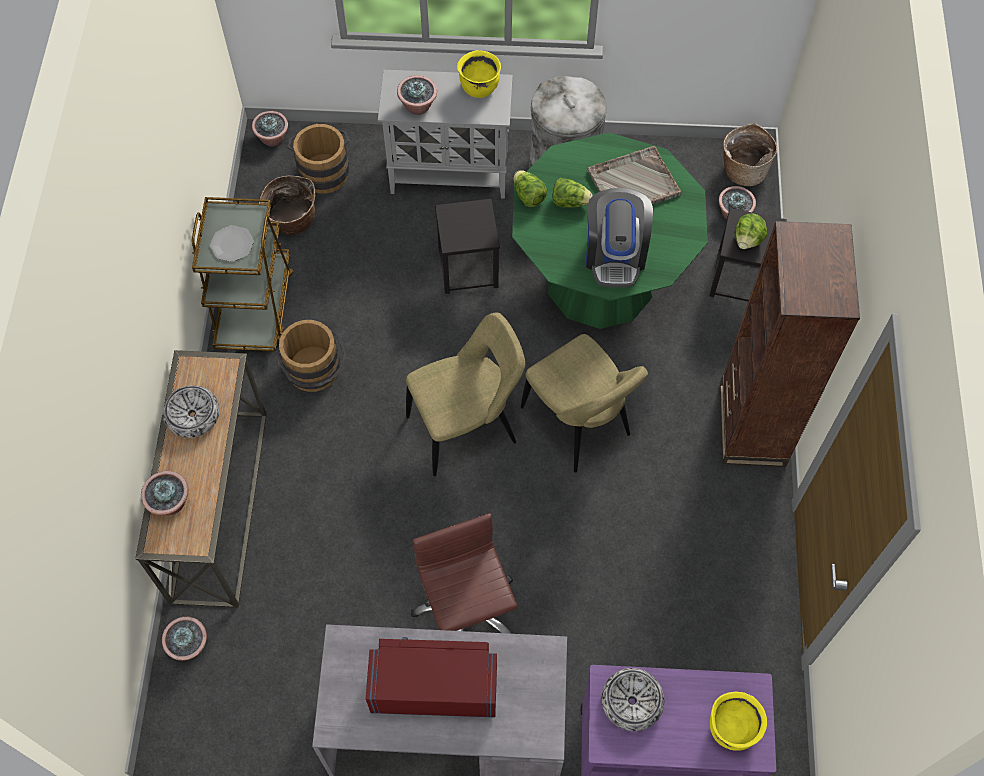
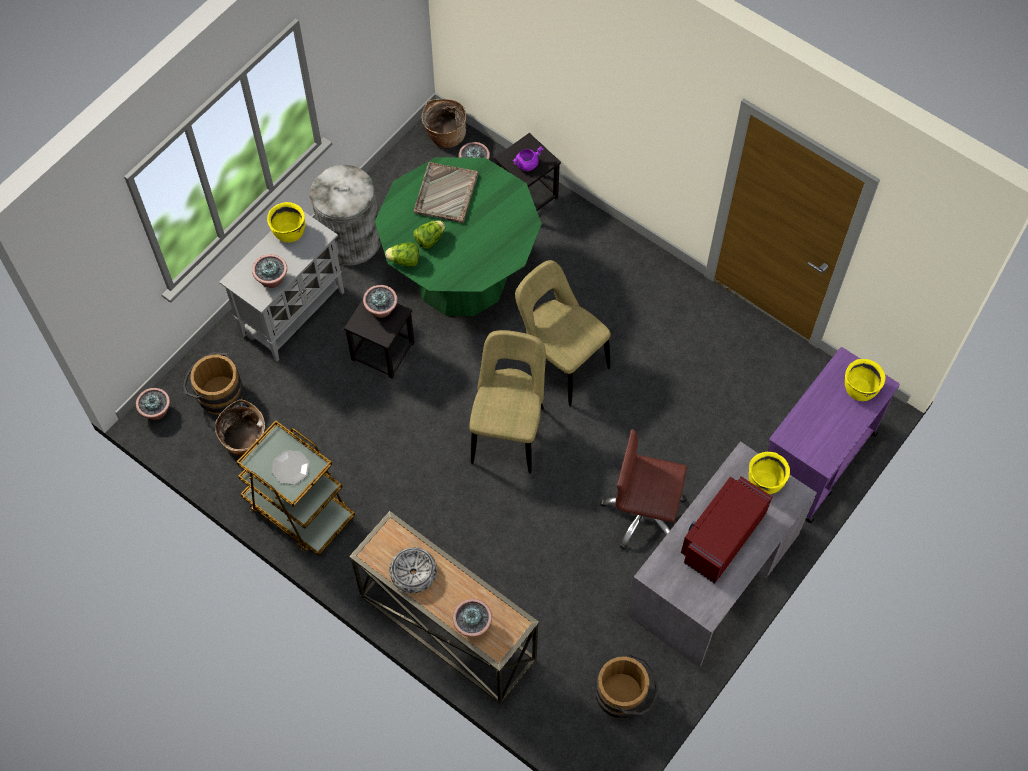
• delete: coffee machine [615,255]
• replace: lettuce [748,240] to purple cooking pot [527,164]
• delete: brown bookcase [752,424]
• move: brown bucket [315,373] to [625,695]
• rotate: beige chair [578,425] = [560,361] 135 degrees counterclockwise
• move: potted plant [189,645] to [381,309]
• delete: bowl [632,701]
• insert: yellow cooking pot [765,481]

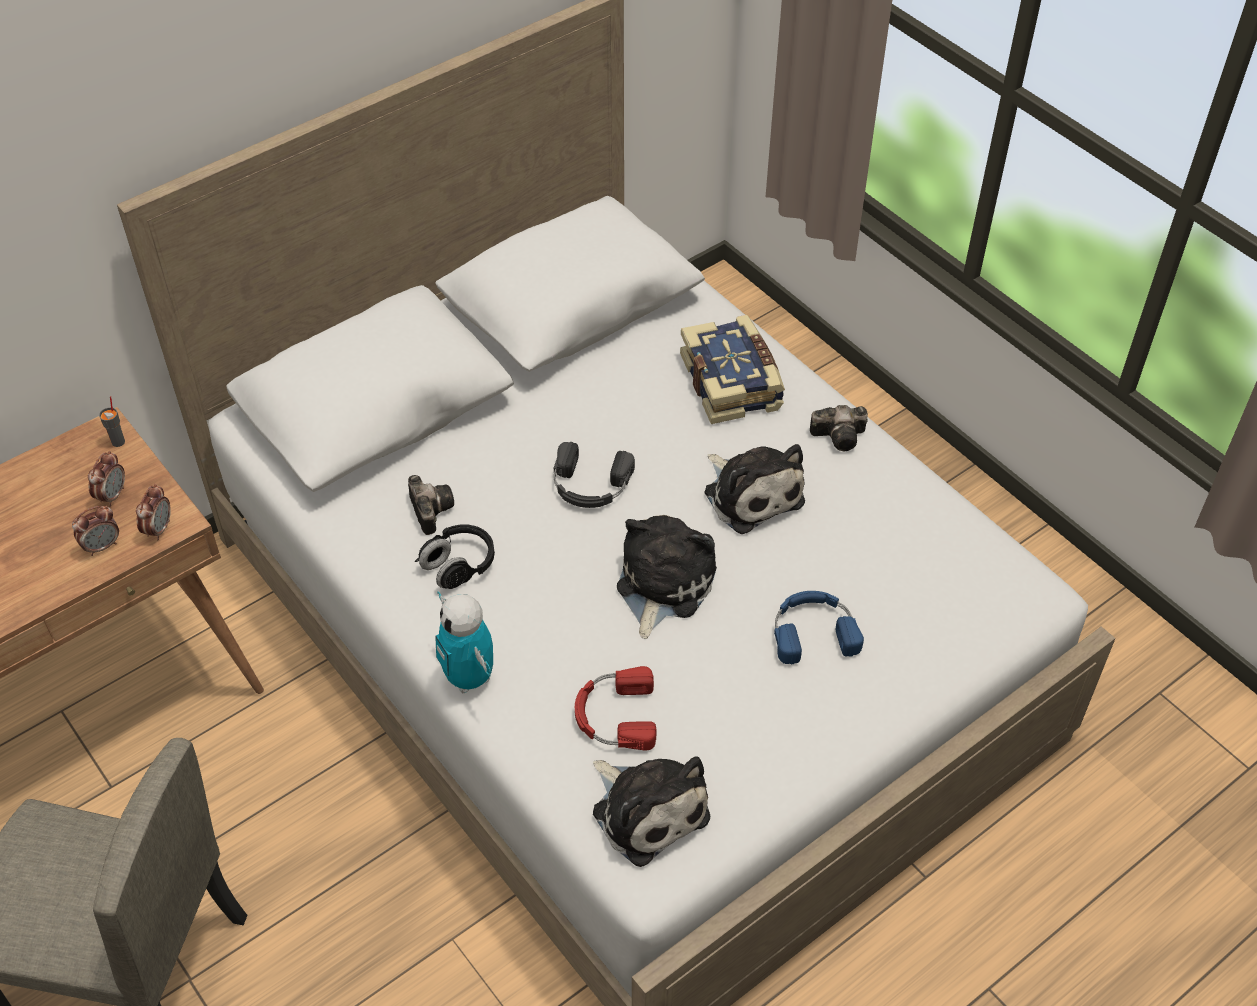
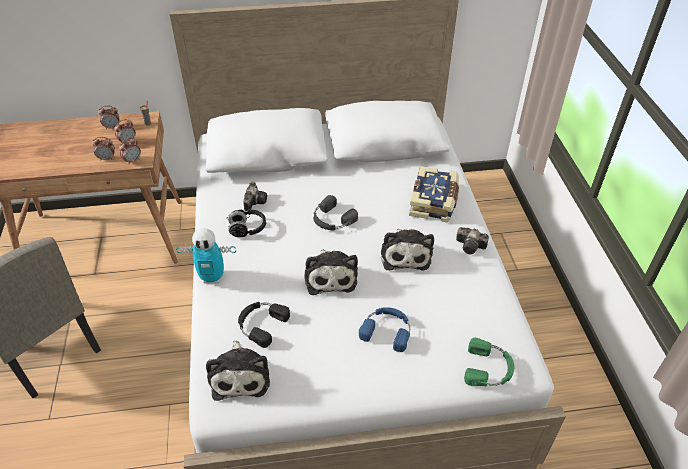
• rotate: plush toy [662,584] = [330,276] 120 degrees clockwise
• rotate: toy robot [469,678] = [212,278] 90 degrees counterclockwise
• recolor: red headphones [614,715] to black headphones [261,324]
• insert: alarm clock [112,127]
• insert: green headphones [489,368]

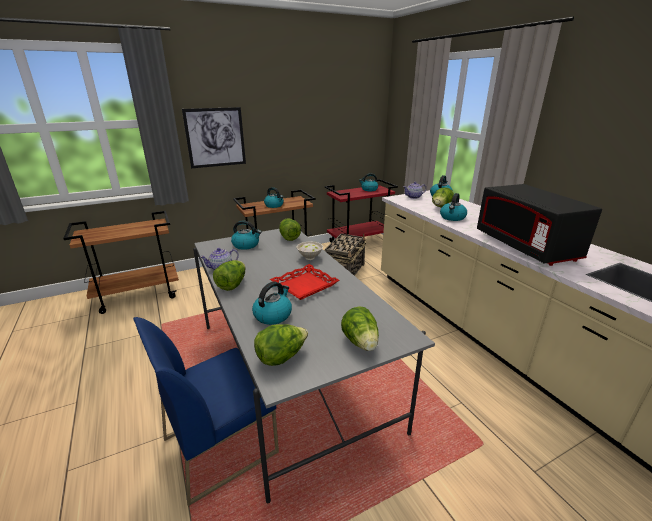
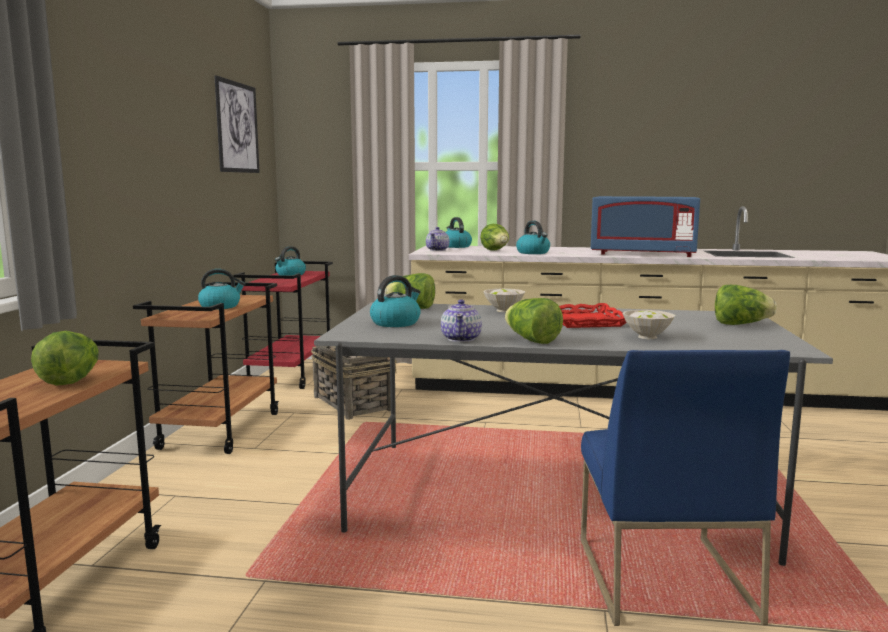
• move: picture [215,137] to [237,127]
• recolor: black microwave [525,247] to blue microwave [643,254]
• replace: kettle [273,315] to white bowl [647,337]
• move: lettuce [281,357] to [70,380]

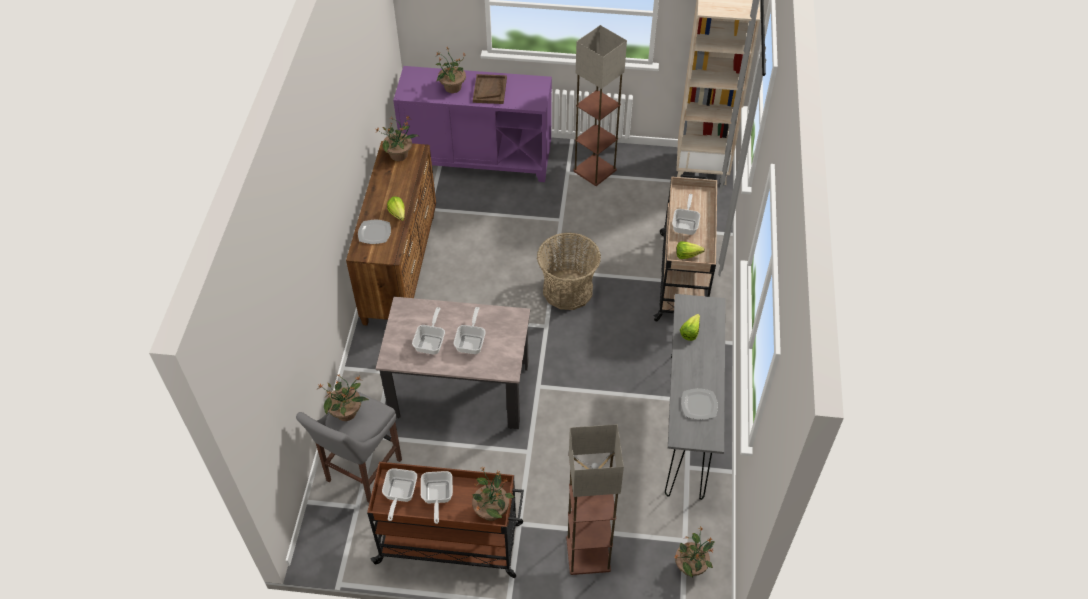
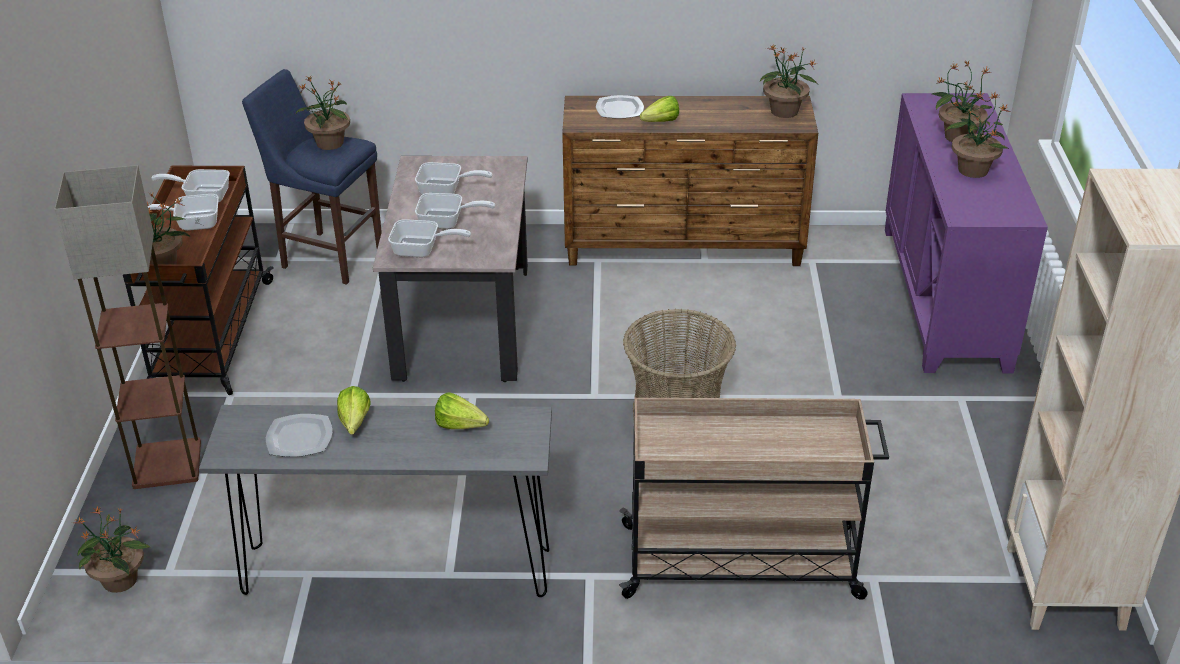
• delete: floor lamp [594,170]
• replace: brown tray [489,90] to potted plant [972,169]
• move: frying pan [686,224] to [421,250]
• move: lettuce [689,255] to [353,426]
• recolor: grey stool [361,473] to blue stool [328,256]

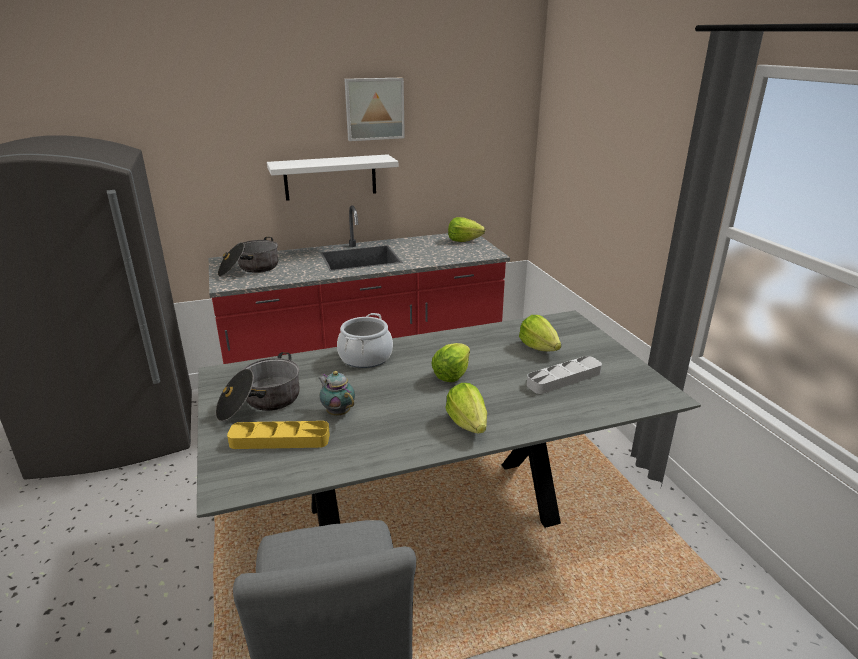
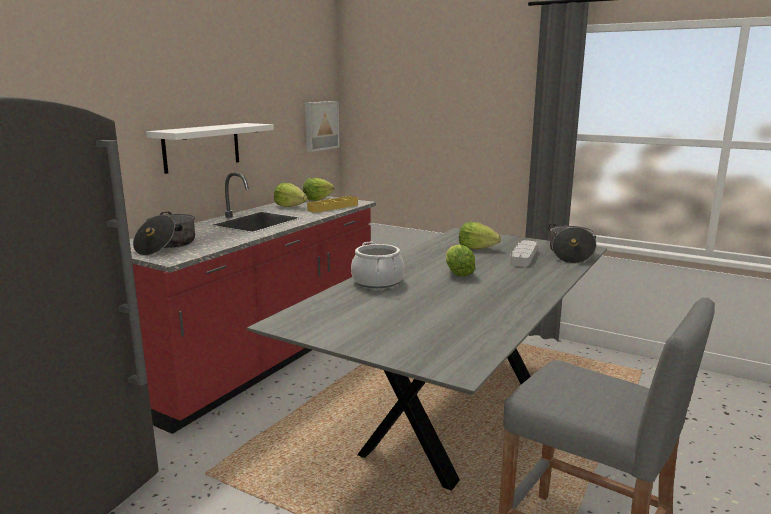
• move: picture [374,109] to [320,125]
• move: cooking pot [260,403] to [570,254]
• delete: teapot [338,412]
• move: lettuce [468,424] to [290,206]
• move: yellow tray [280,440] to [333,207]

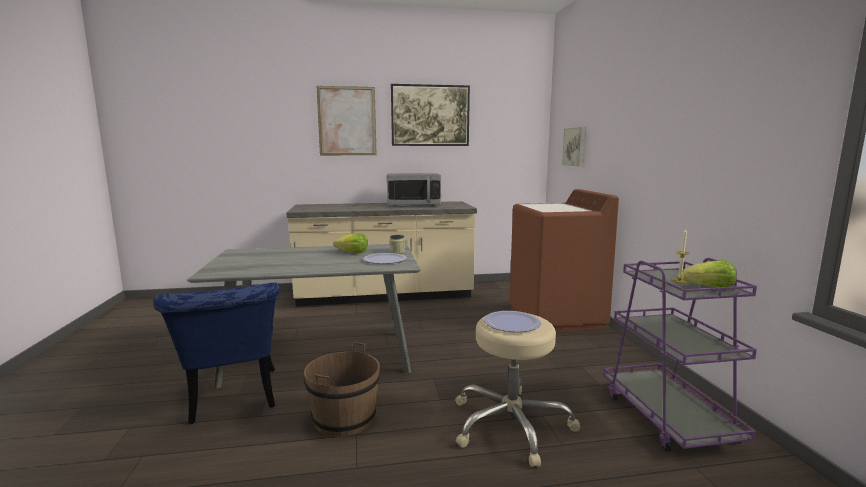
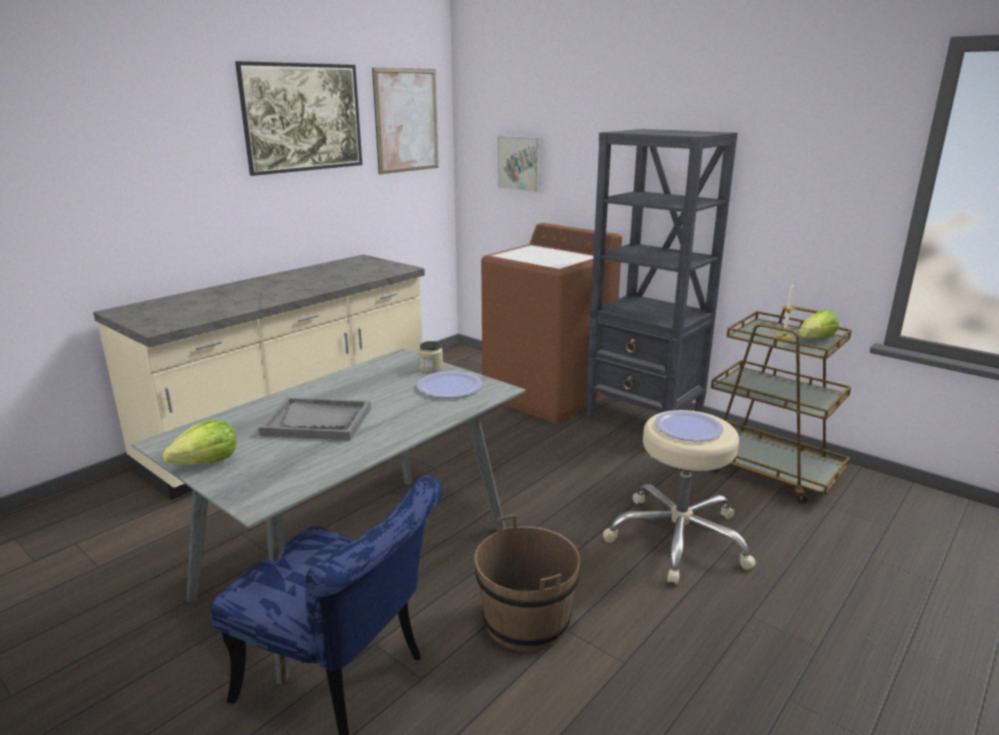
• move: picture [347,121] to [407,120]
• delete: microwave [413,204]
• move: lettuce [353,253] to [207,462]
• recolor: purple cart [668,417] to brown cart [767,471]
• insert: black bookcase [644,420]
• insert: grey tray [318,421]

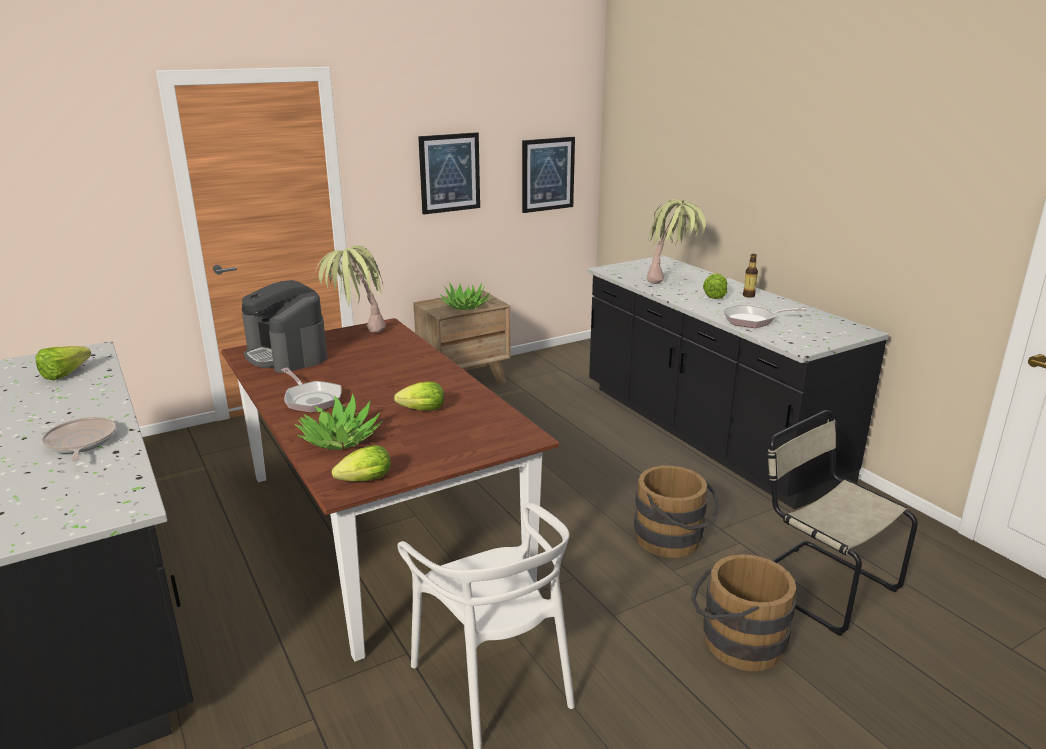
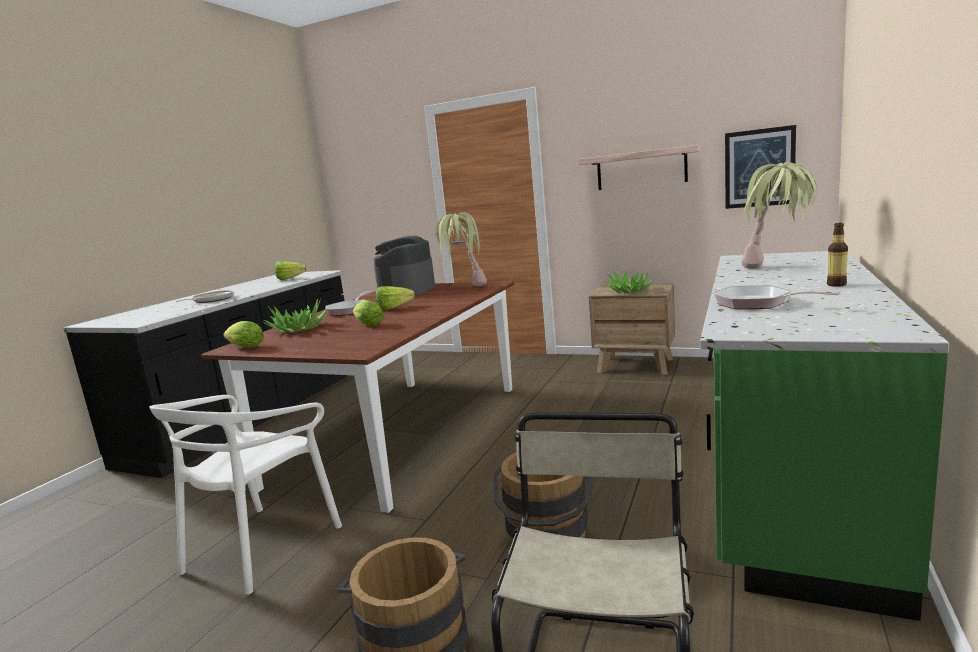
• replace: picture [449,173] to shelf [641,169]
• recolor: black counter [705,433] to green counter [788,473]
• move: lettuce [716,294] to [397,308]

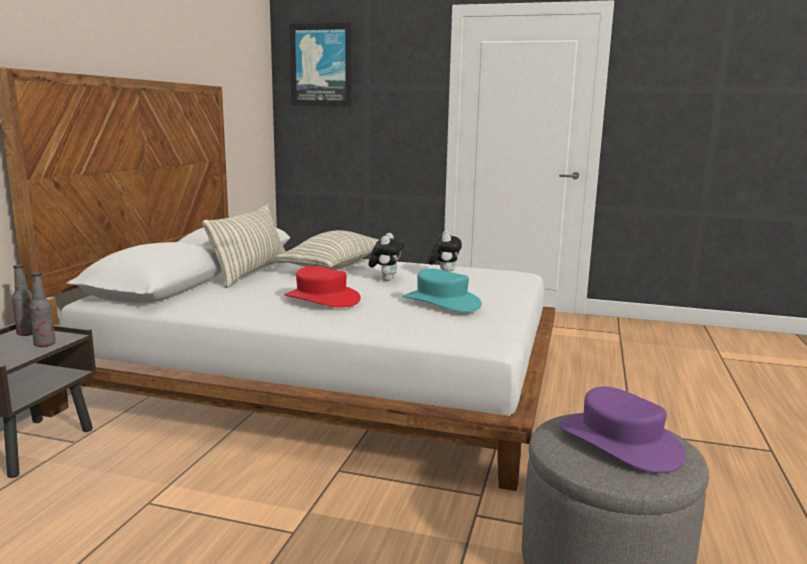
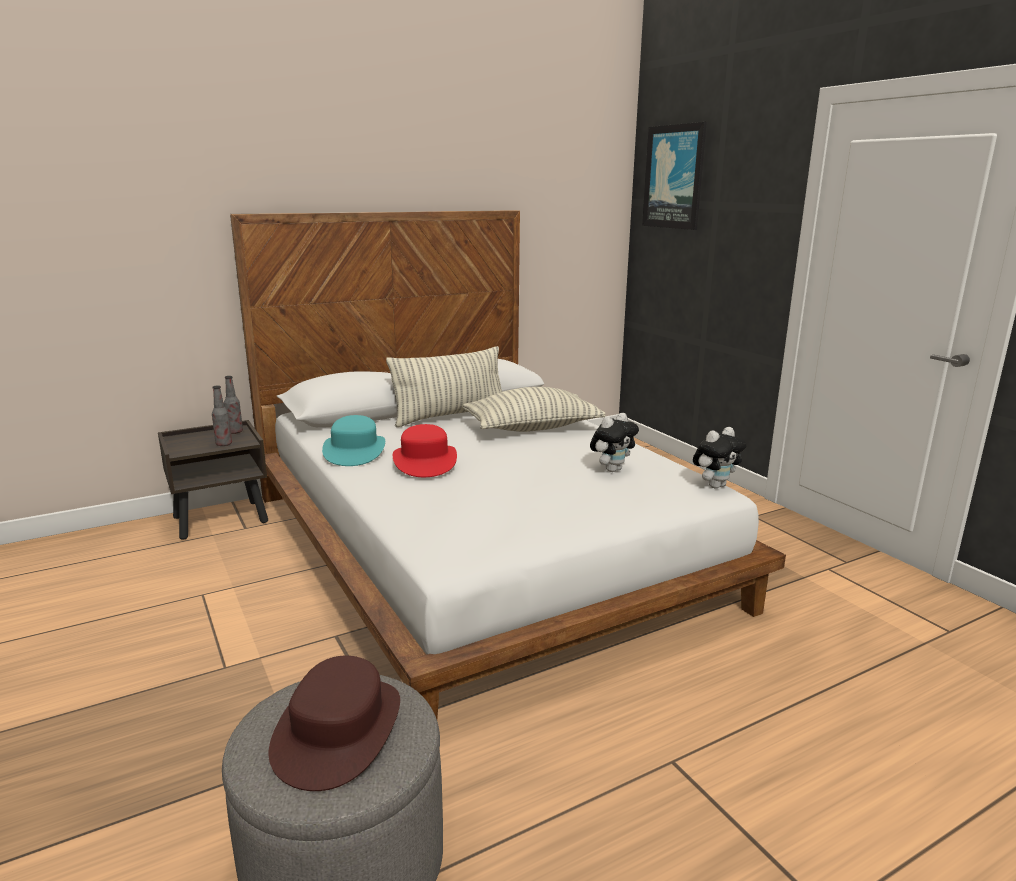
• move: plush toy [386,279] to [715,485]
• move: turquoise hat [441,302] to [354,451]
• recolor: purple hat [620,442] to brown hat [339,730]

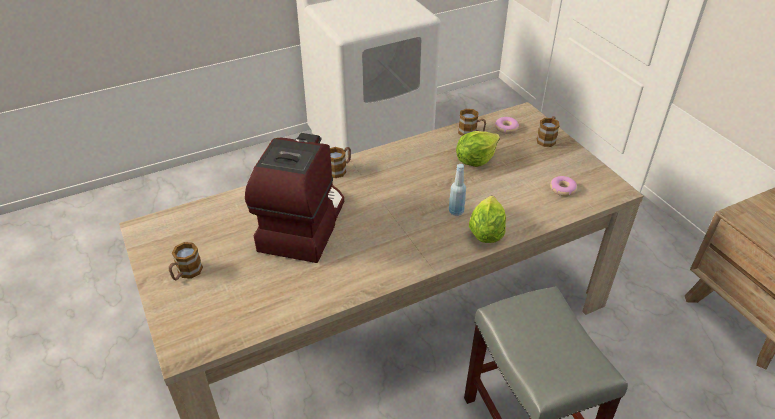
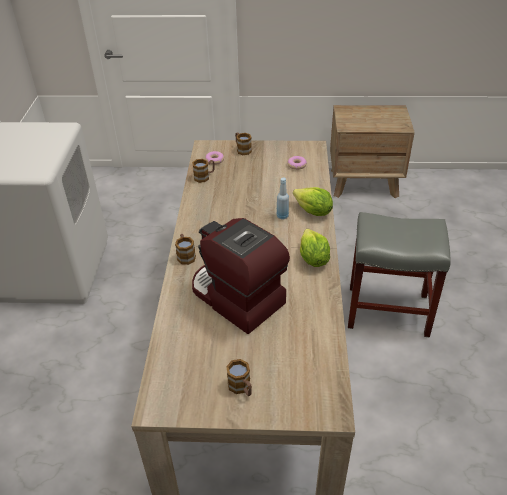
• move: lettuce [475,160] to [313,259]

